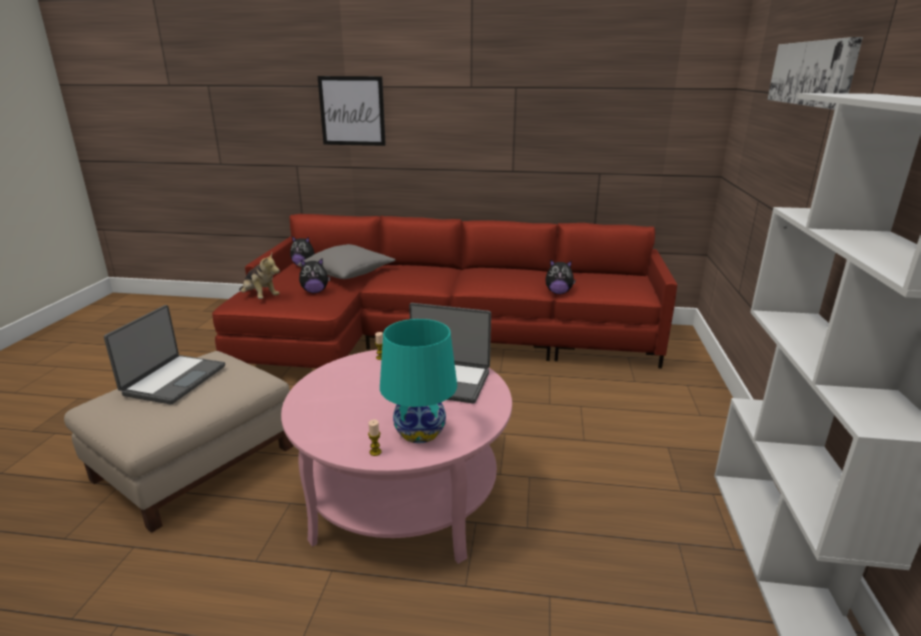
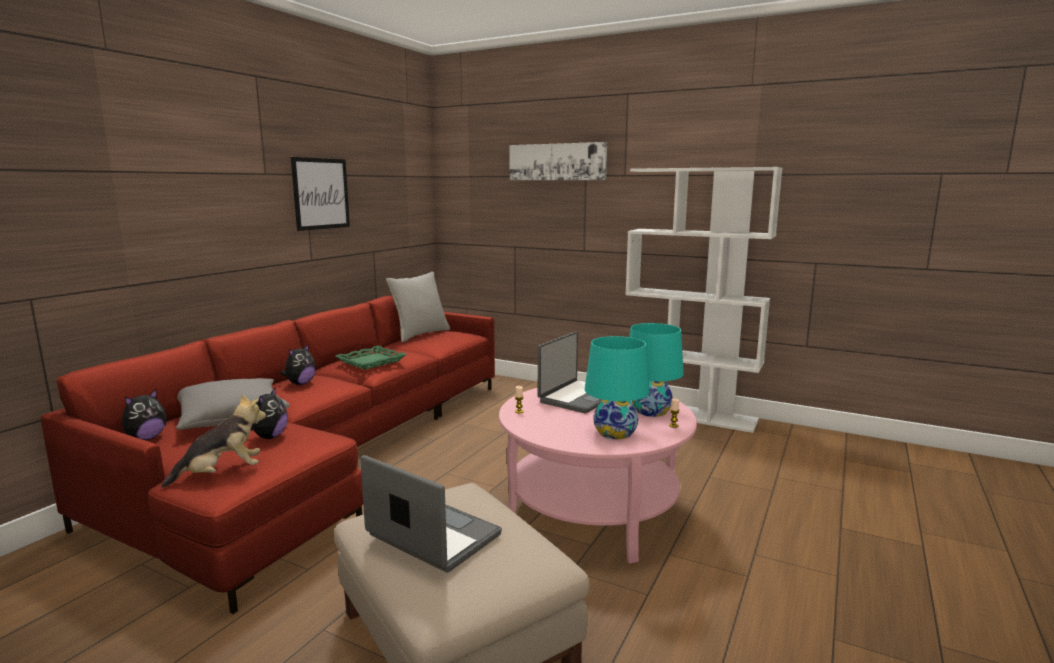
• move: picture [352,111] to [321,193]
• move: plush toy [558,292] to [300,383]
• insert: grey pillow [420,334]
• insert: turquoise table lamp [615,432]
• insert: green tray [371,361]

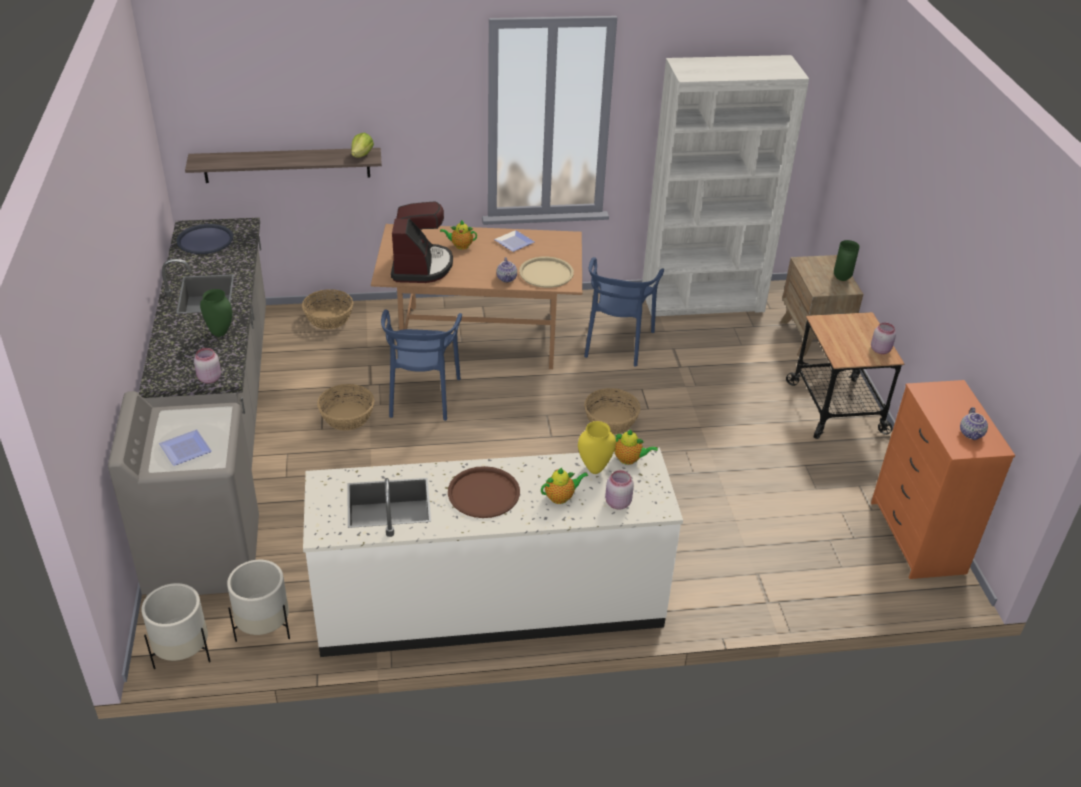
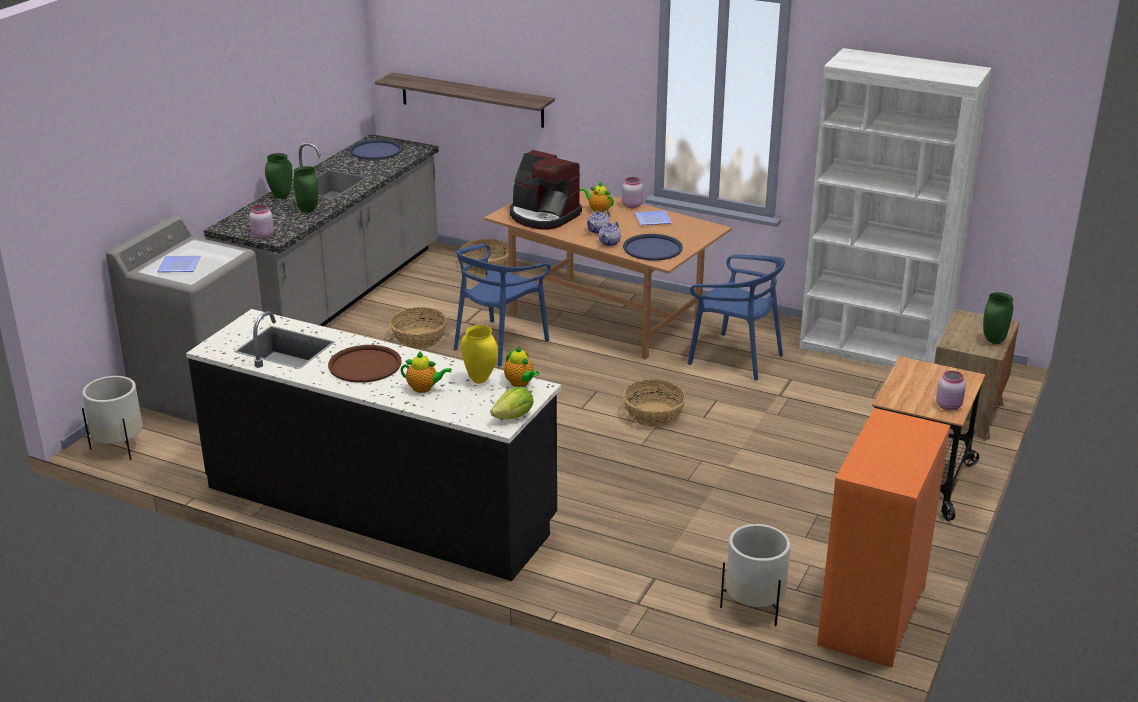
• move: lettuce [362,155] to [514,417]
• rotate: coffee machine [421,266] = [543,216] 90 degrees clockwise
• recolor: beige tray [546,273] to blue tray [652,248]
• rotate: blue chair [616,343] = [735,358] 105 degrees counterclockwise
• move: teapot [971,434] to [598,231]
• recolor: white counter [490,604] to black counter [380,505]
• move: pink jar [617,503] to [631,205]
• move: white planter [264,628] to [754,607]
• insert: green vase [281,197]

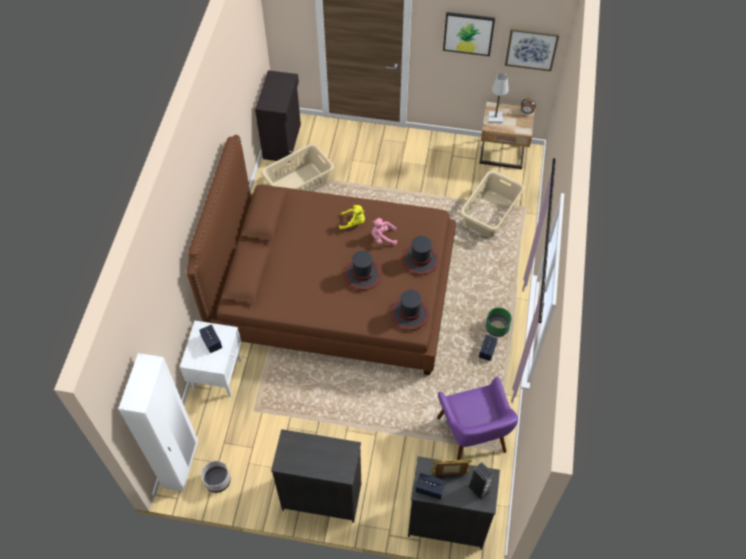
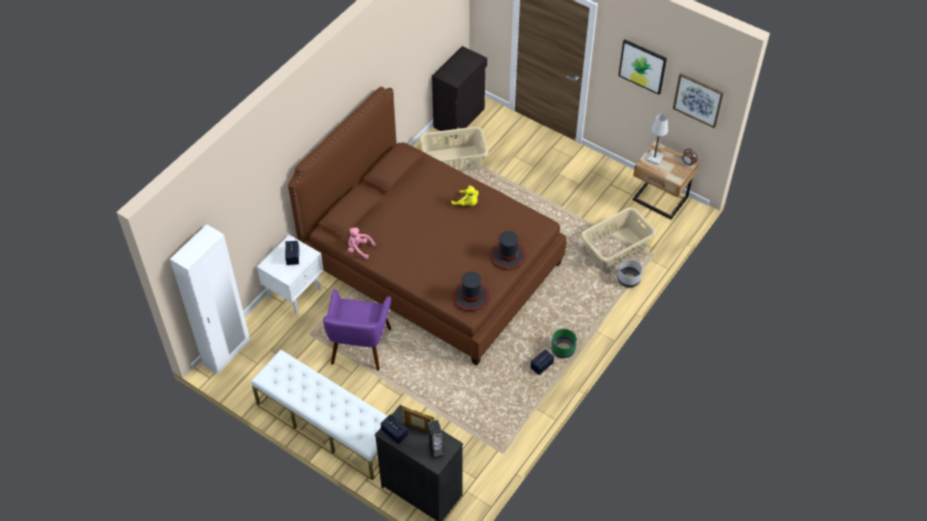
• move: pink plush toy [382,238] to [359,249]
• delete: hat [362,275]
• move: purple armchair [472,435] to [360,346]
• replace: black dresser [322,496] to white bench [327,425]
• move: grey planter [217,480] to [628,279]

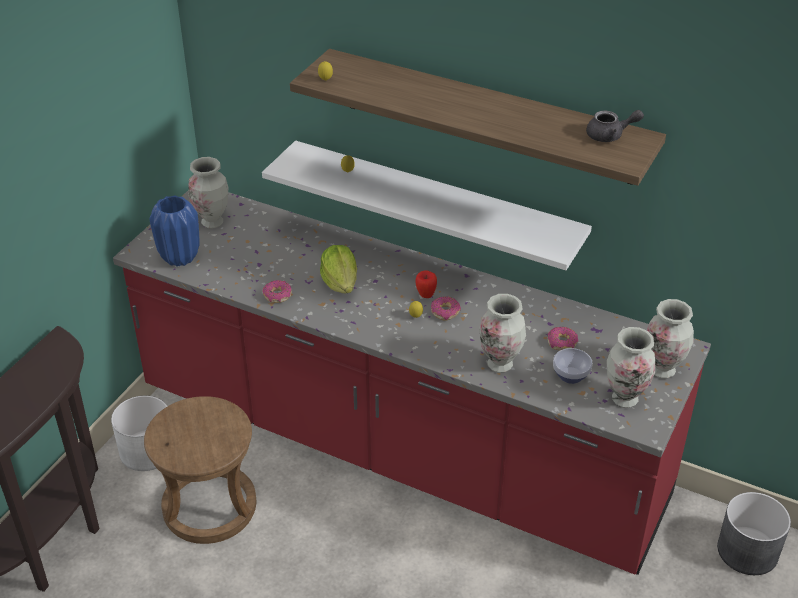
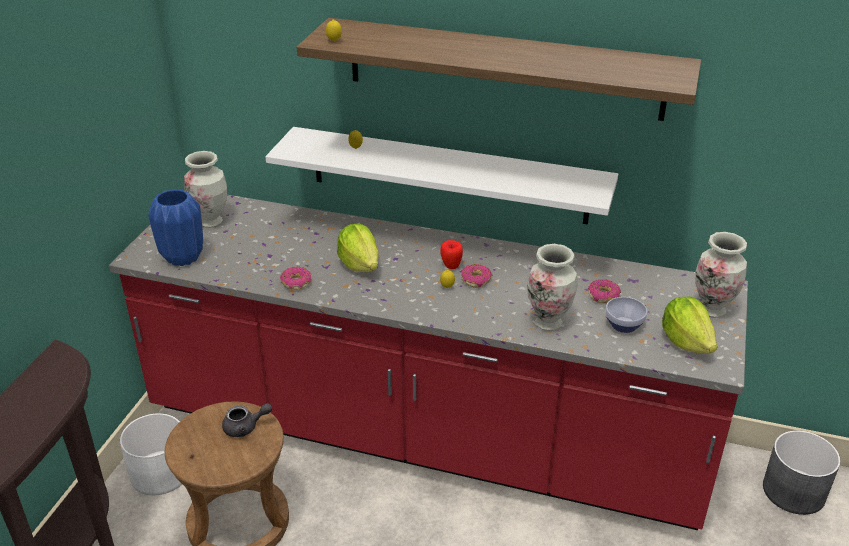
• move: grey teapot [610,136] to [245,427]
• replace: vase [625,399] to lettuce [686,341]

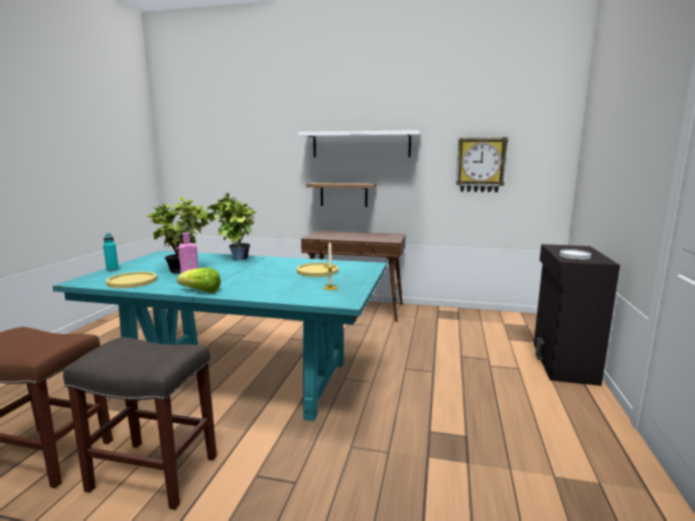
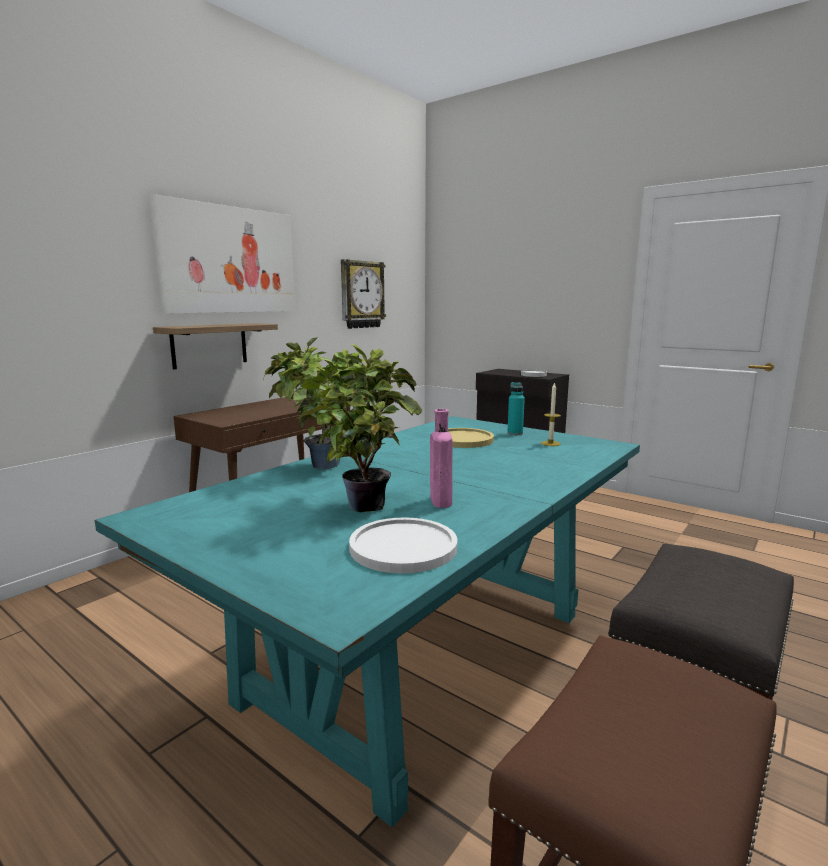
• replace: white shelf [361,144] to picture [229,260]
• move: turquoise bottle [112,269] to [515,433]
• delete: lettuce [201,291]
• recolor: yellow plate [132,281] to white plate [403,547]

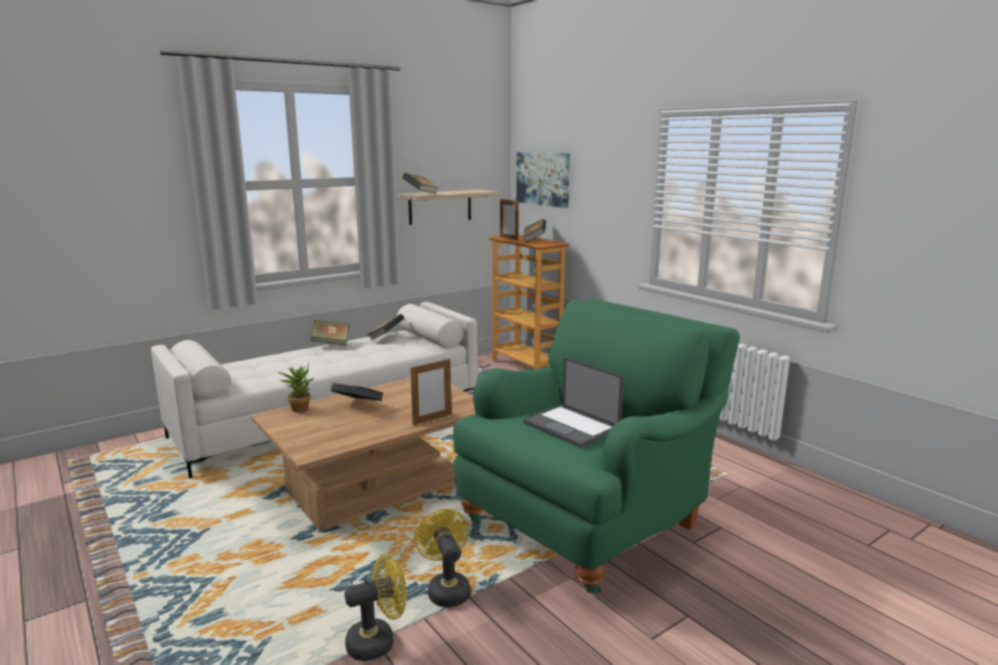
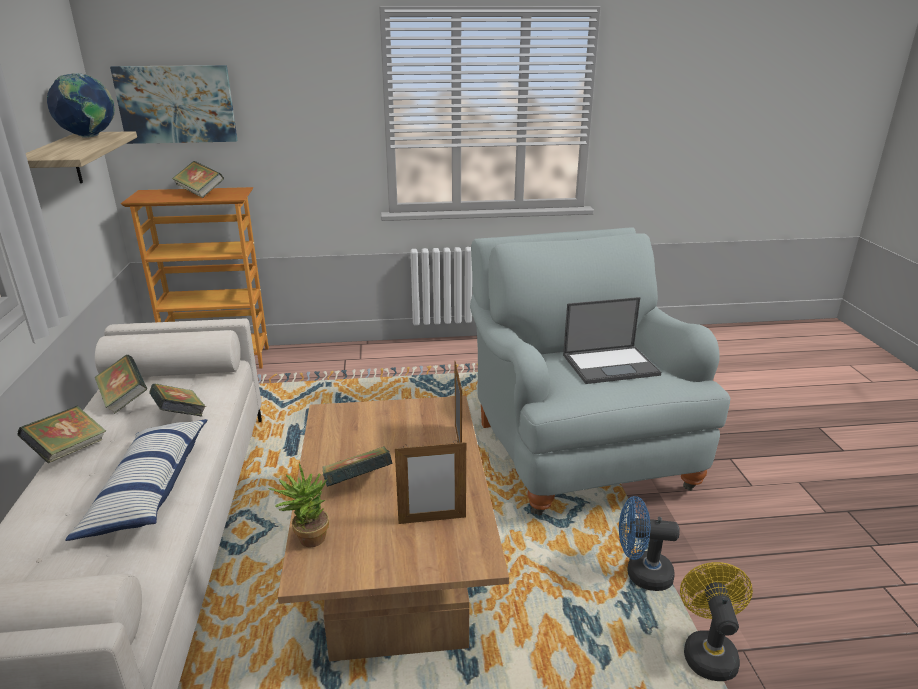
• move: book [421,194] to [180,416]
• move: picture frame [509,238] to [432,520]
• recolor: green armchair [589,520] to grey armchair [577,449]
• recolor: yellow fan [446,589] to blue fan [641,574]
• insert: globe [89,137]
• insert: pillow [148,490]

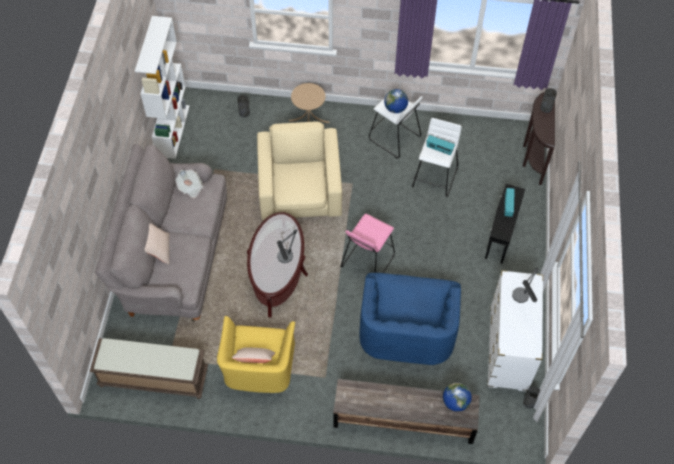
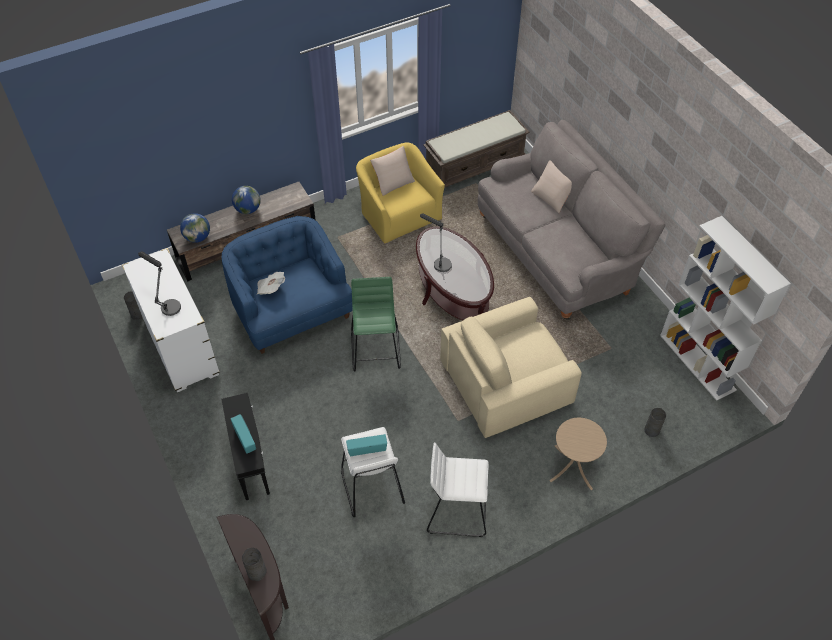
• move: globe [395,108] to [248,209]
• rotate: beige armchair [300,188] = [506,381] 105 degrees clockwise
• move: newspaper [190,187] to [271,288]
• recolor: pink stool [367,261] to green stool [376,350]

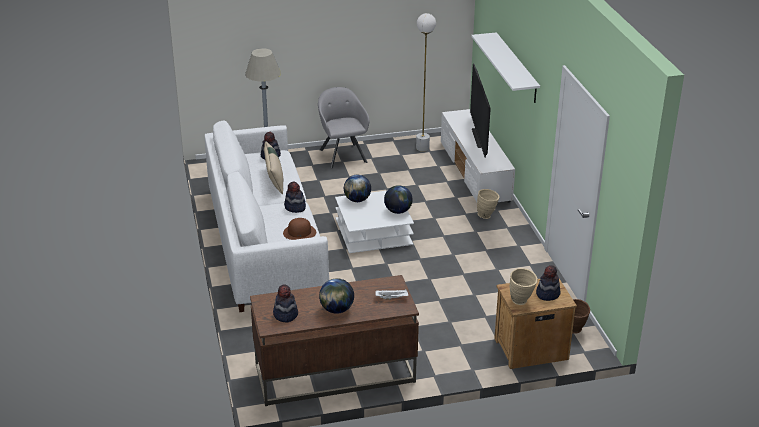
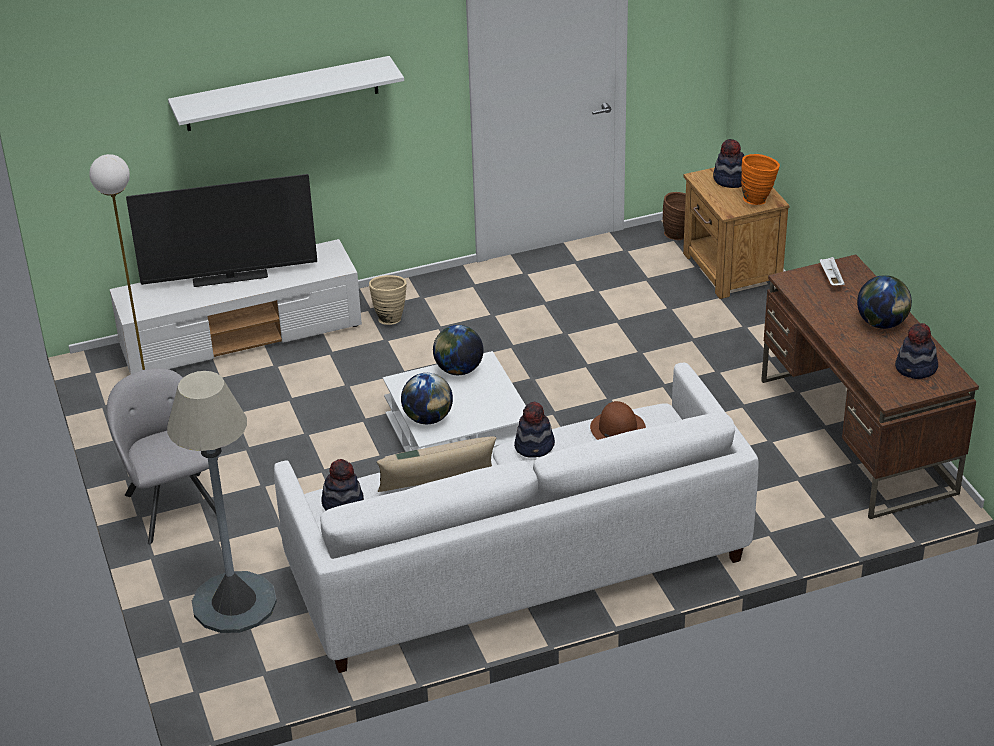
• rotate: grey armchair [342,154] = [173,503] 90 degrees clockwise
• recolor: beige vase [521,302] to orange vase [758,199]

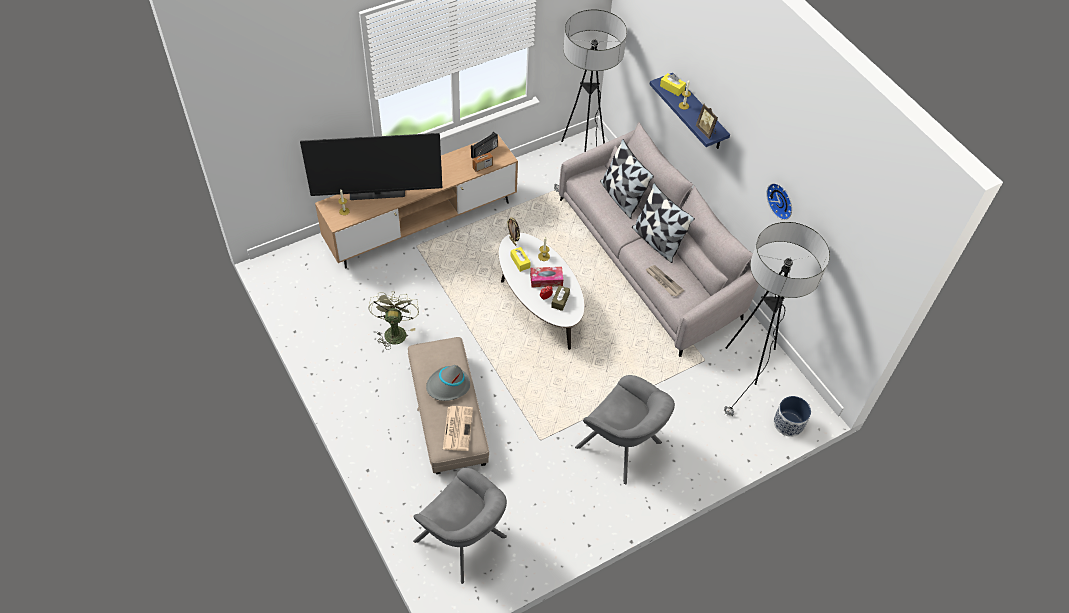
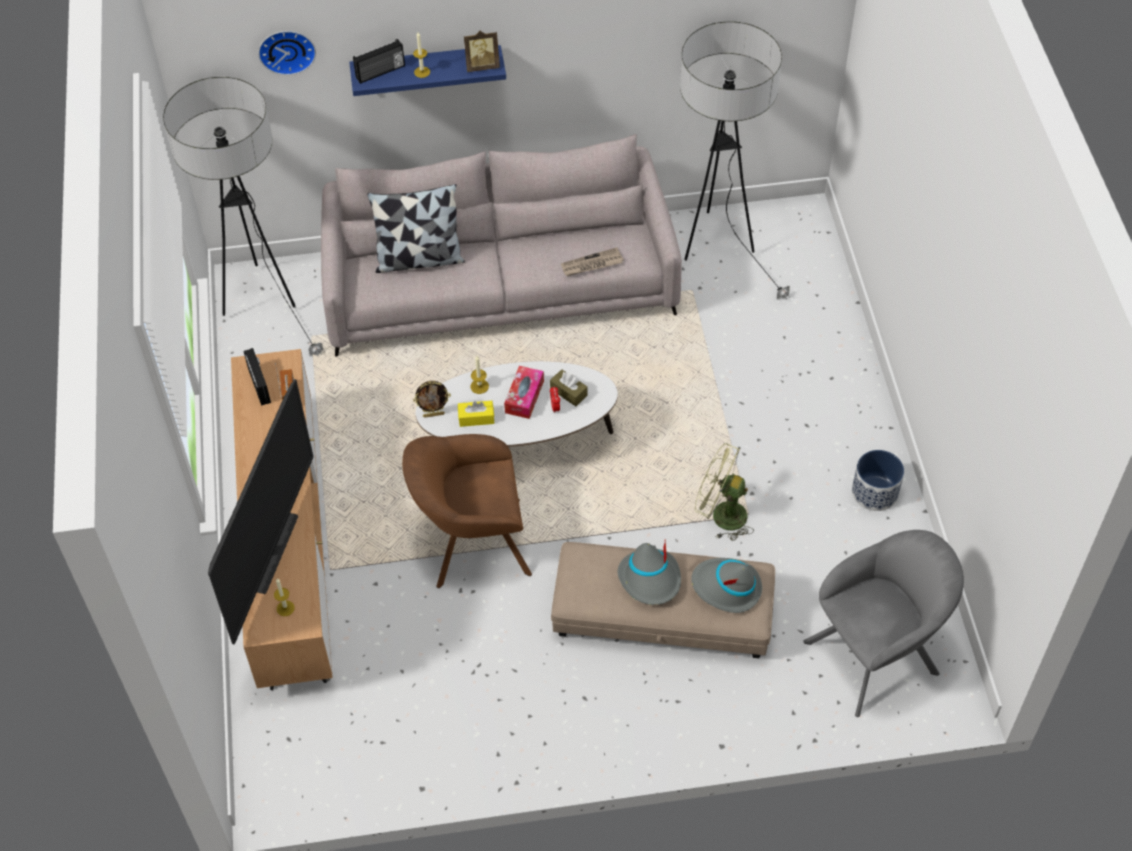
• replace: yellow tissue box [672,88] to radio [380,72]
• delete: pillow [657,241]
• move: wall clock [781,200] to [286,49]
• move: green fan [394,331] to [721,515]
• delete: grey armchair [622,447]
• move: planter [788,423] to [875,492]
• replace: newspaper [457,428] to grey hat [726,587]
• insert: brown armchair [471,543]

